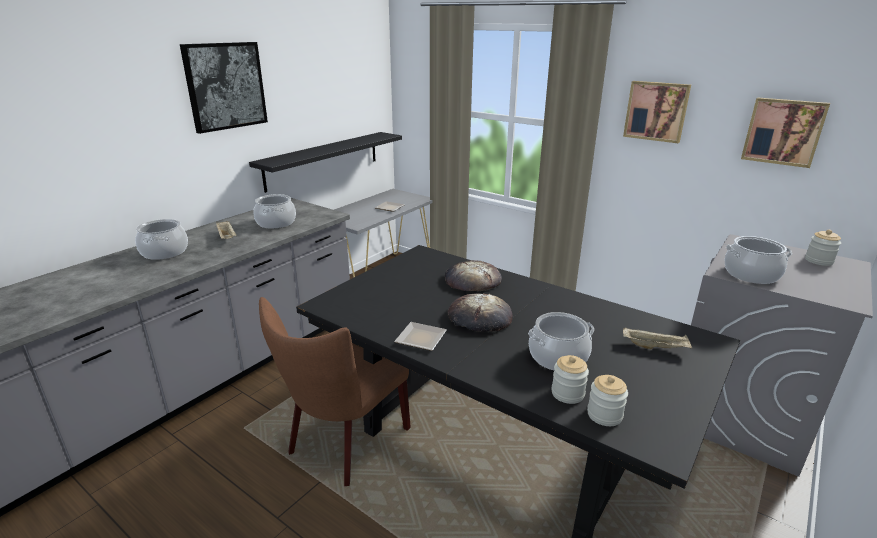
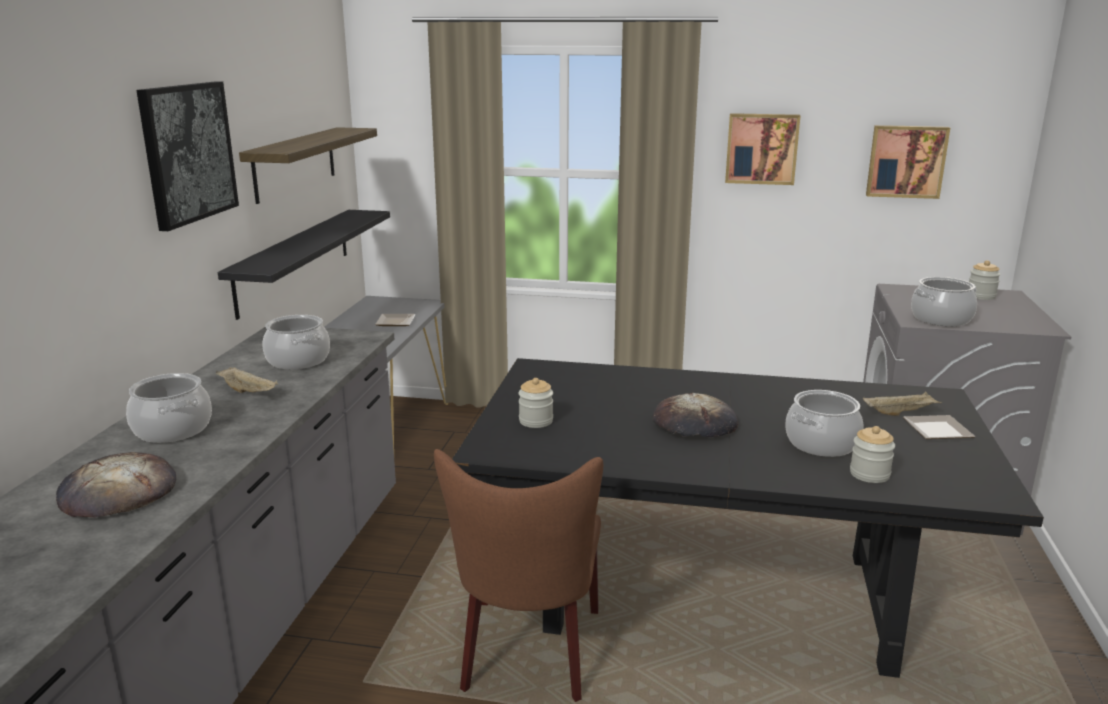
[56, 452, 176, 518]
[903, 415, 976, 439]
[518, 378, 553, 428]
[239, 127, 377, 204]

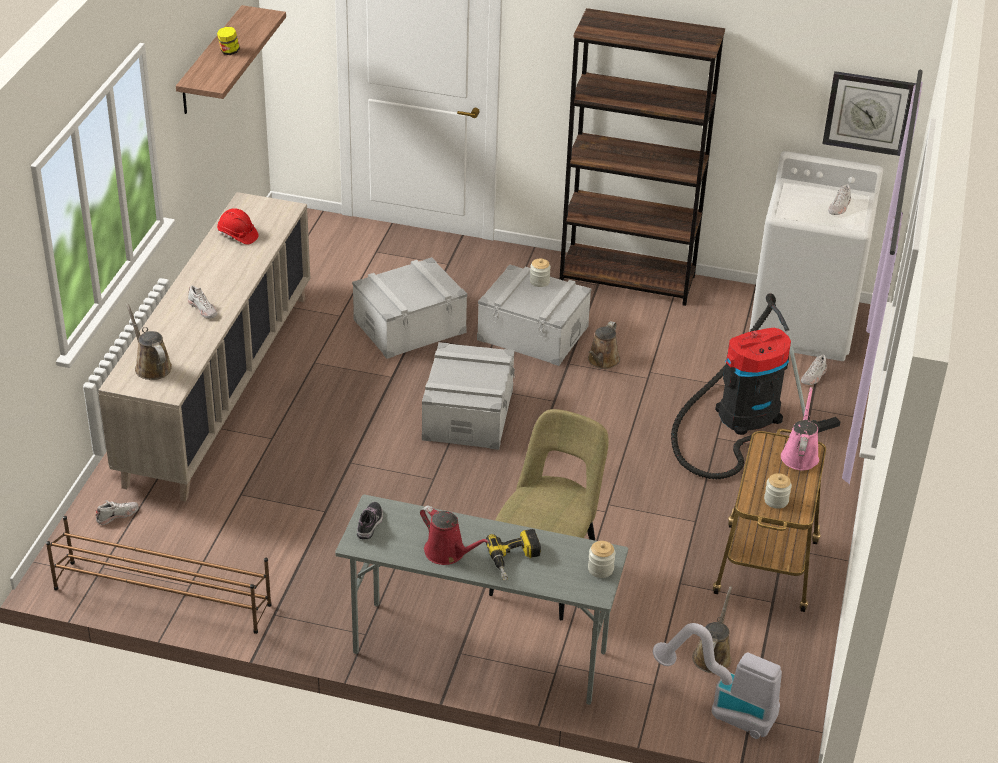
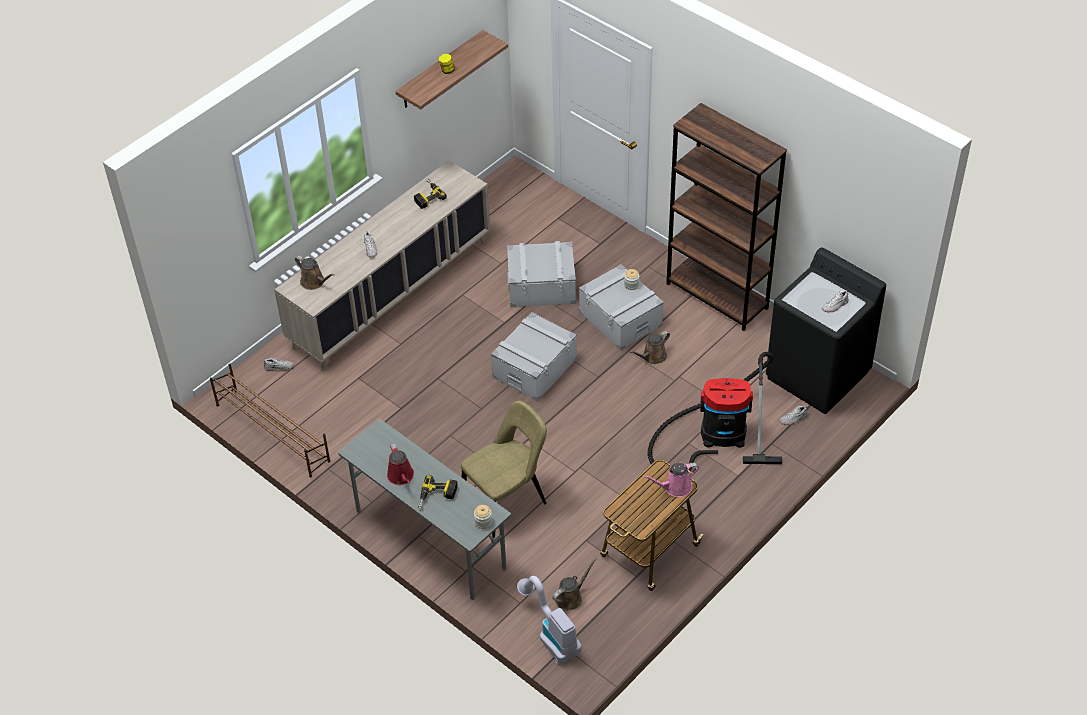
[822, 71, 916, 156] (first image)
[766, 247, 886, 414]
[414, 179, 447, 209]
[295, 256, 335, 290]
[642, 462, 699, 497]
[764, 473, 792, 509] (first image)
[357, 502, 383, 540] (first image)

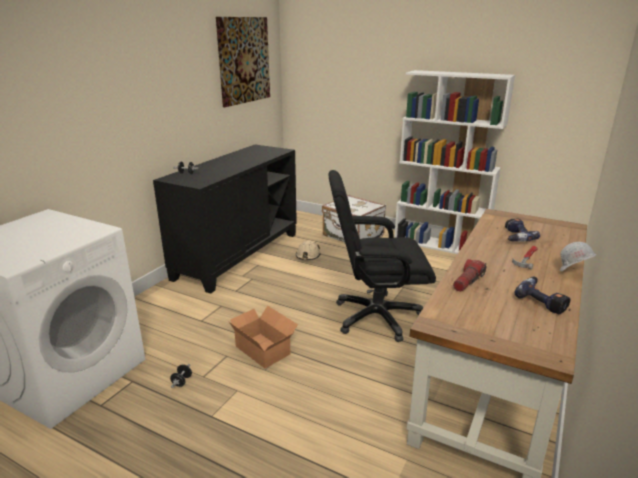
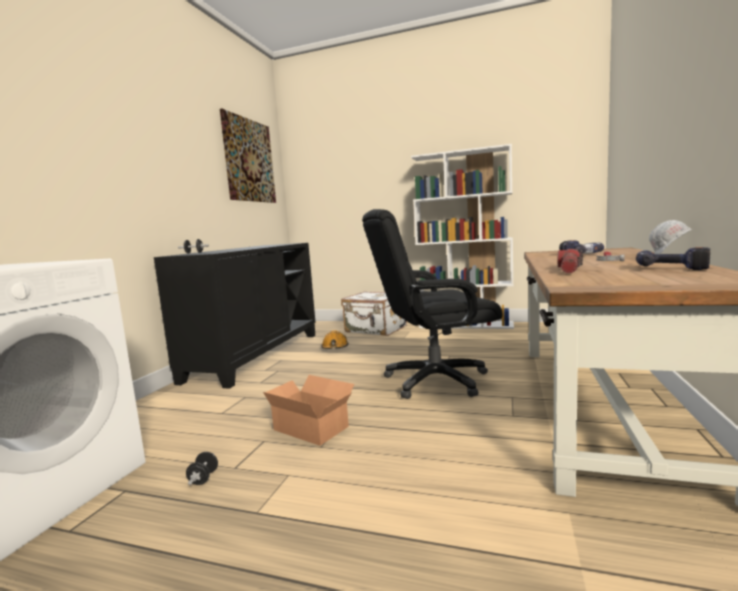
[321, 330, 348, 349]

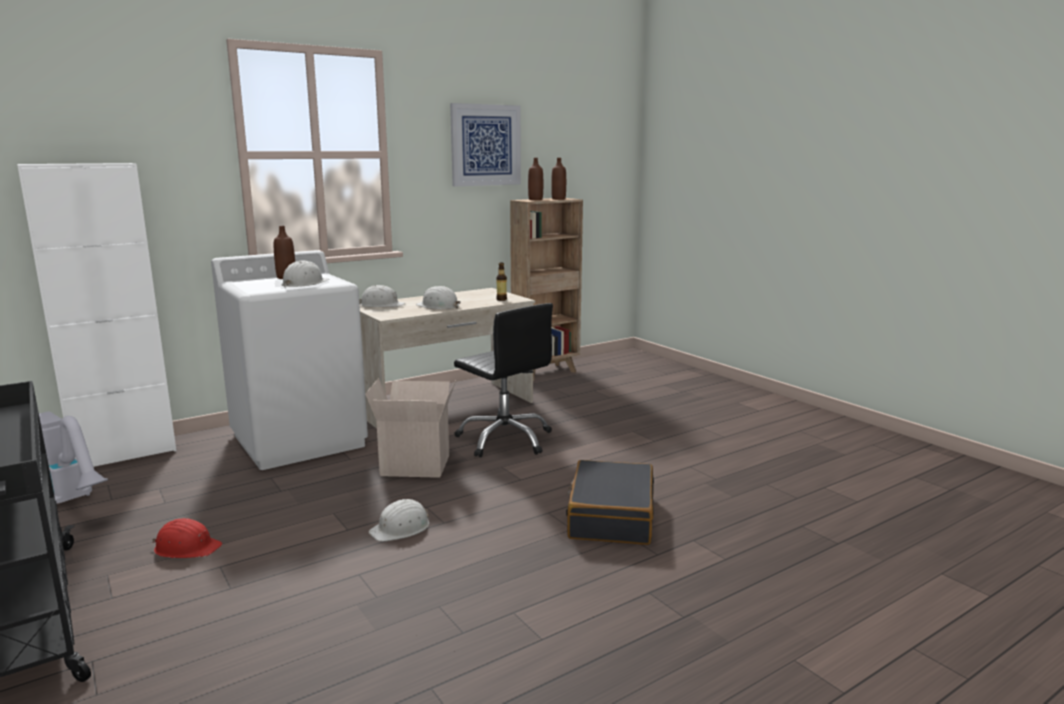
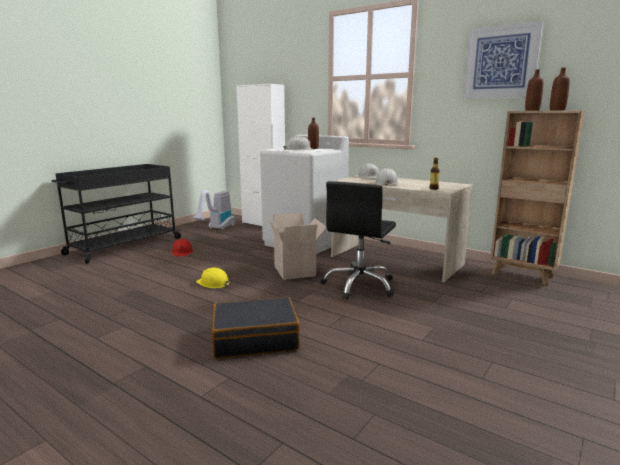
[196, 268, 230, 288]

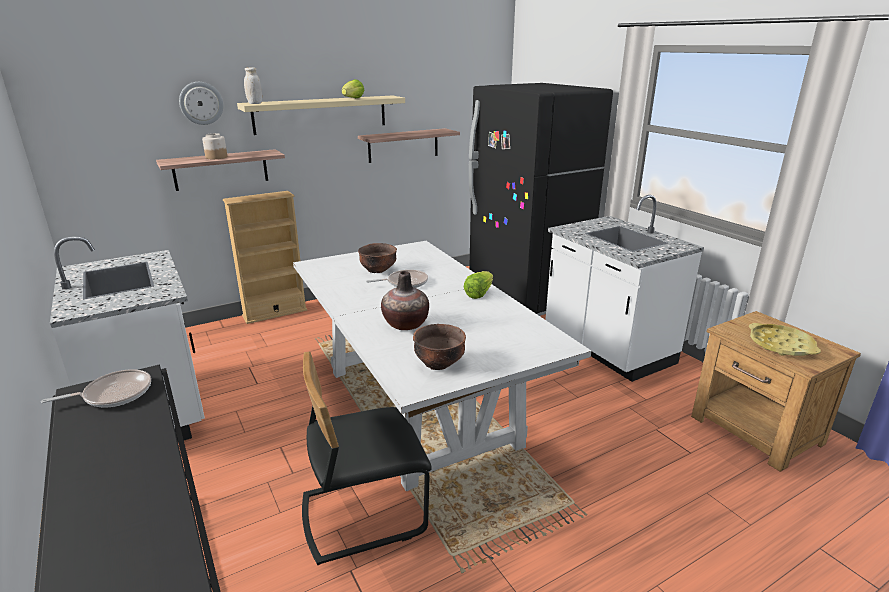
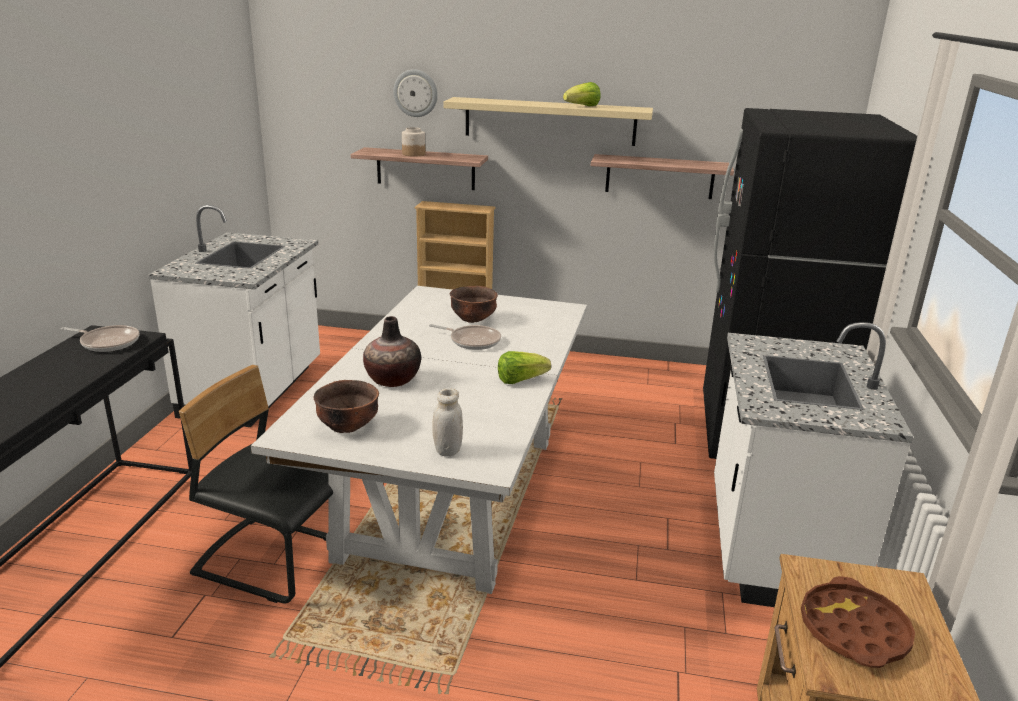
[432, 388, 463, 457]
[801, 576, 915, 668]

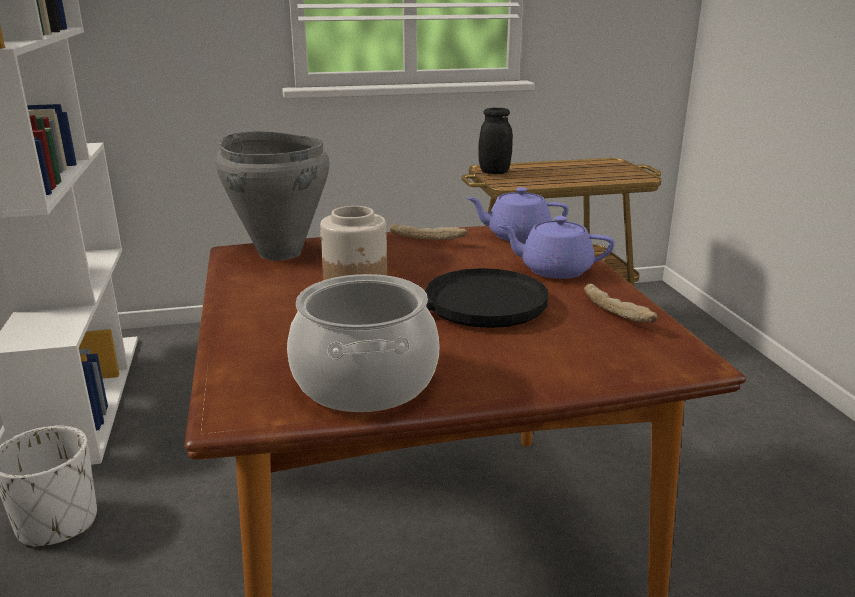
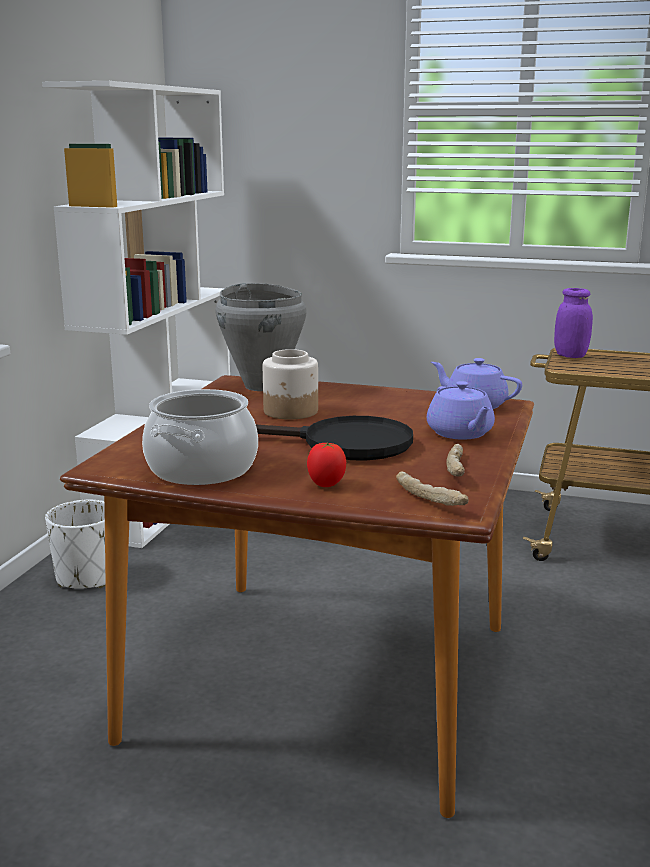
[554, 288, 593, 358]
[427, 381, 495, 440]
[396, 472, 469, 506]
[307, 442, 346, 487]

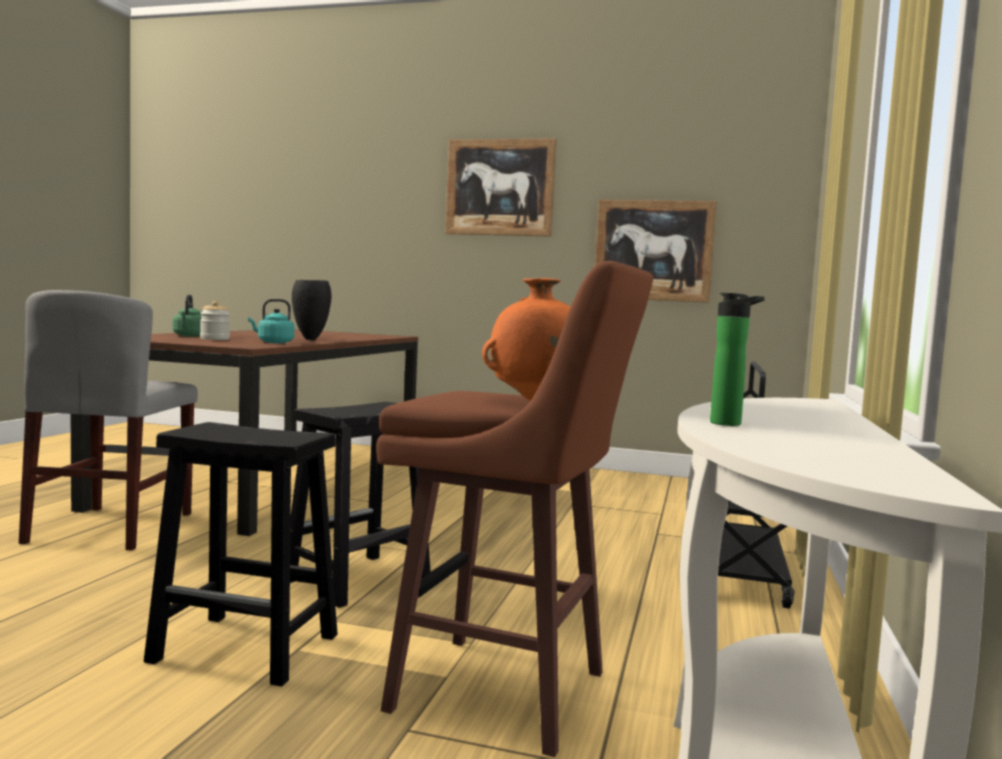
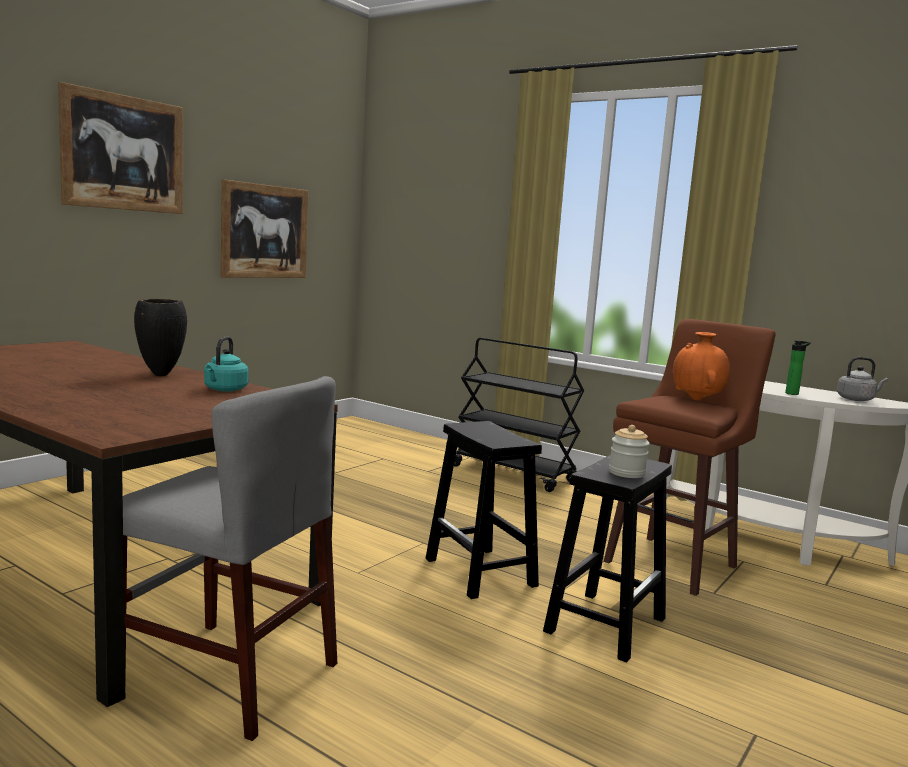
[173, 294, 202, 337] (first image)
[609, 425, 650, 478]
[837, 357, 888, 401]

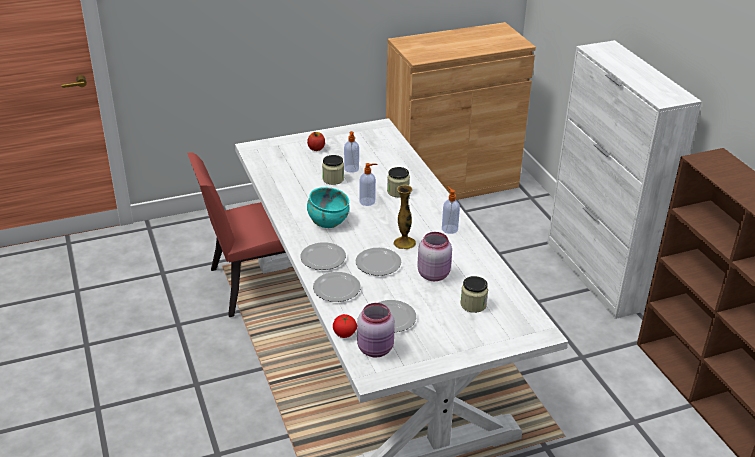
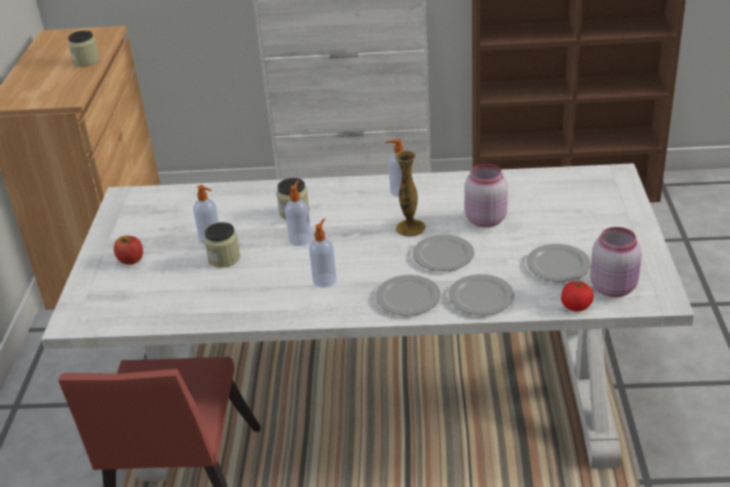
[309, 218, 337, 288]
[68, 30, 100, 67]

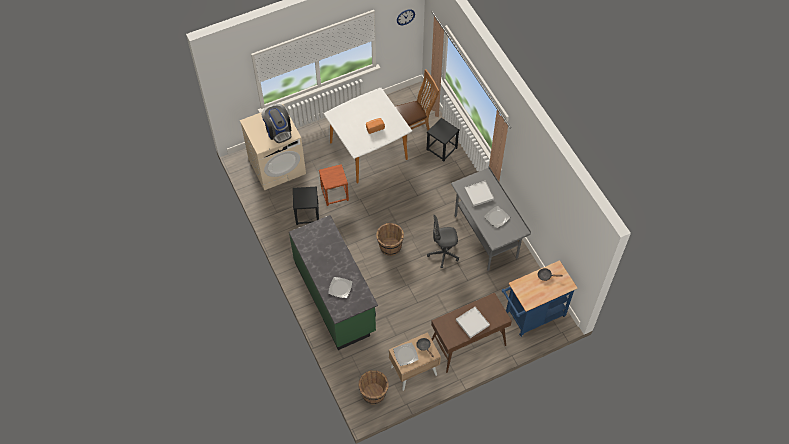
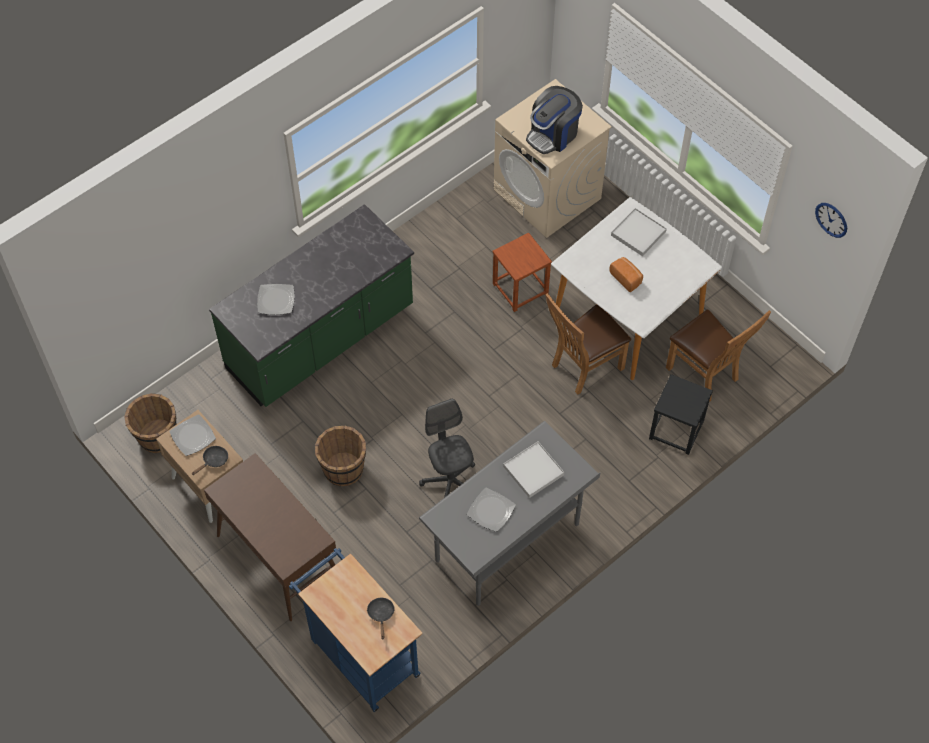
[293, 186, 319, 225] (first image)
[315, 425, 366, 486]
[611, 208, 667, 256]
[546, 293, 631, 394]

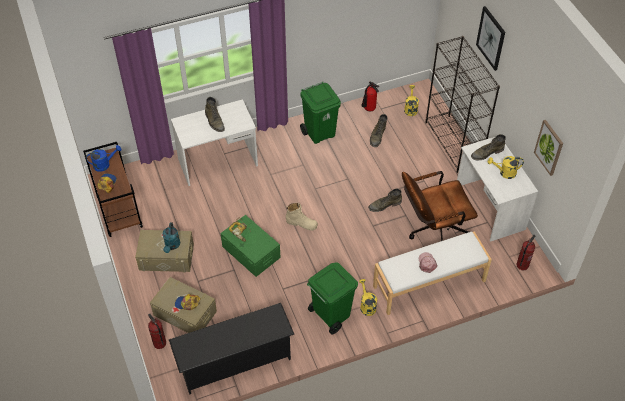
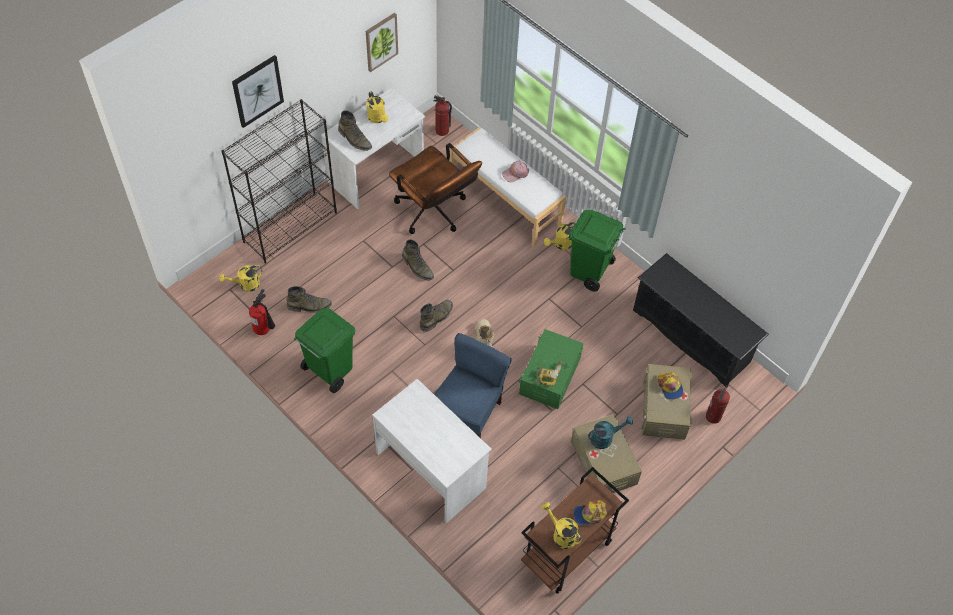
[420, 300, 453, 332]
[541, 502, 581, 549]
[434, 333, 512, 438]

